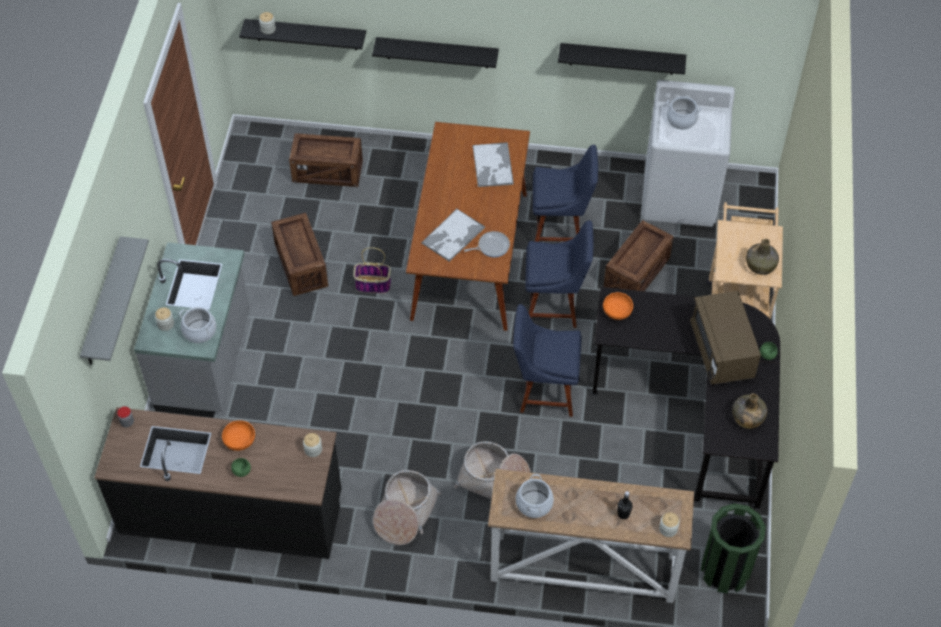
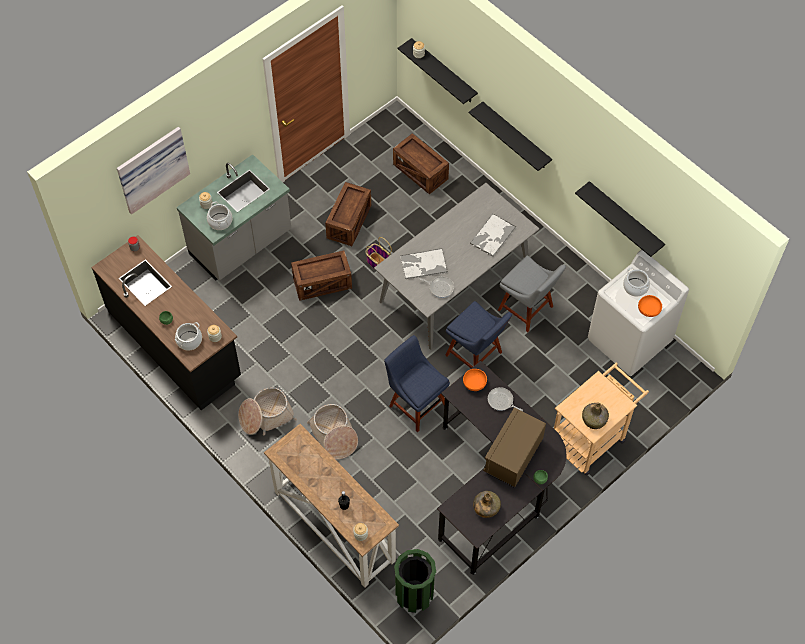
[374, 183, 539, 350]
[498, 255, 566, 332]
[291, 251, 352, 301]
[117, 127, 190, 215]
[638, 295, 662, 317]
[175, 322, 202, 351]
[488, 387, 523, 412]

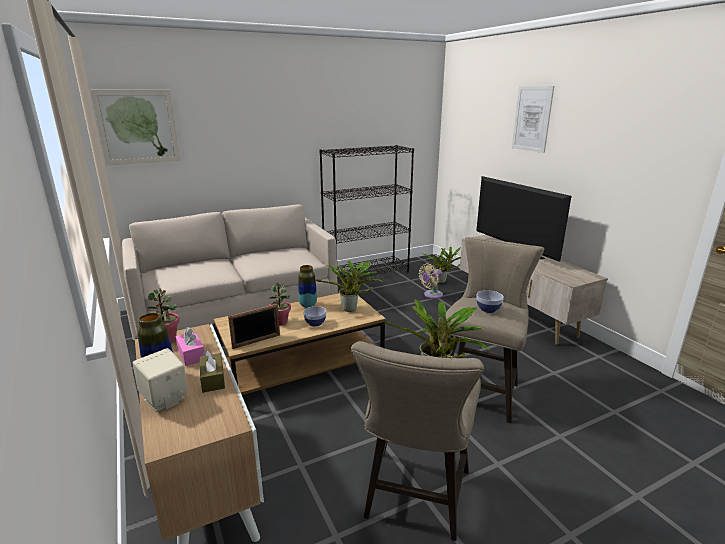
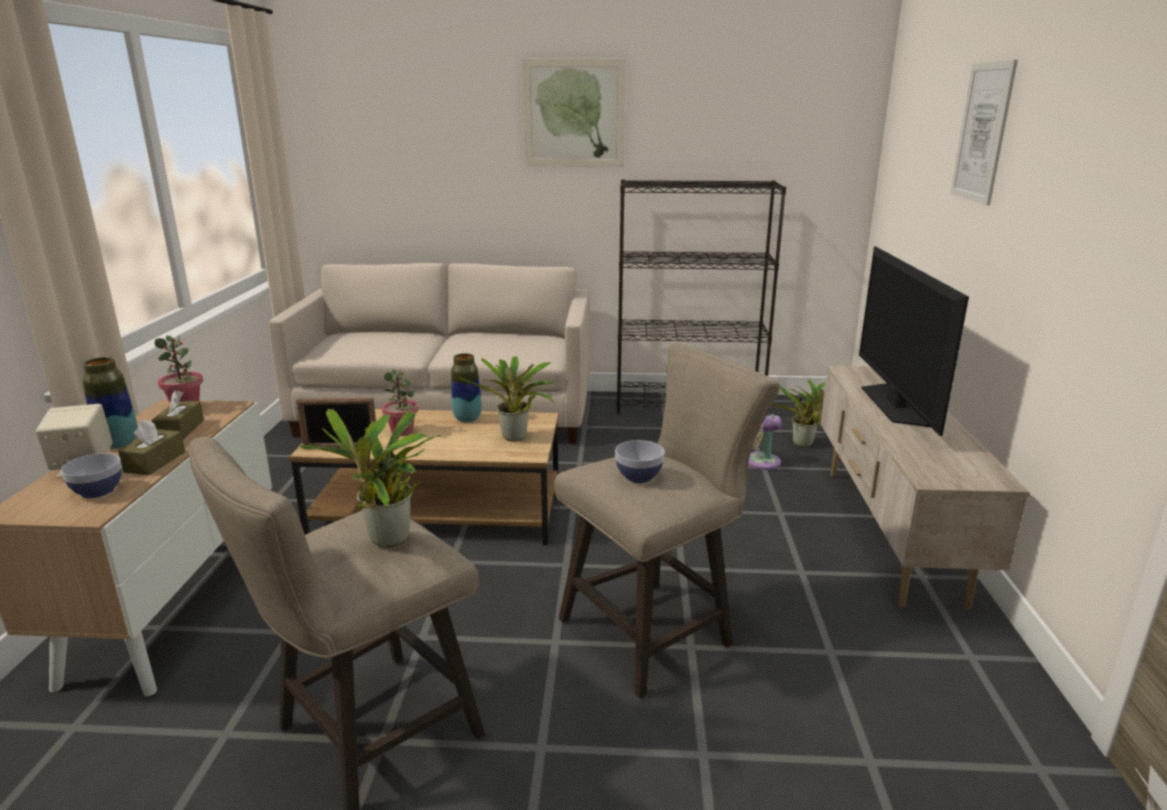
[523, 59, 625, 167]
[61, 453, 122, 498]
[151, 390, 204, 439]

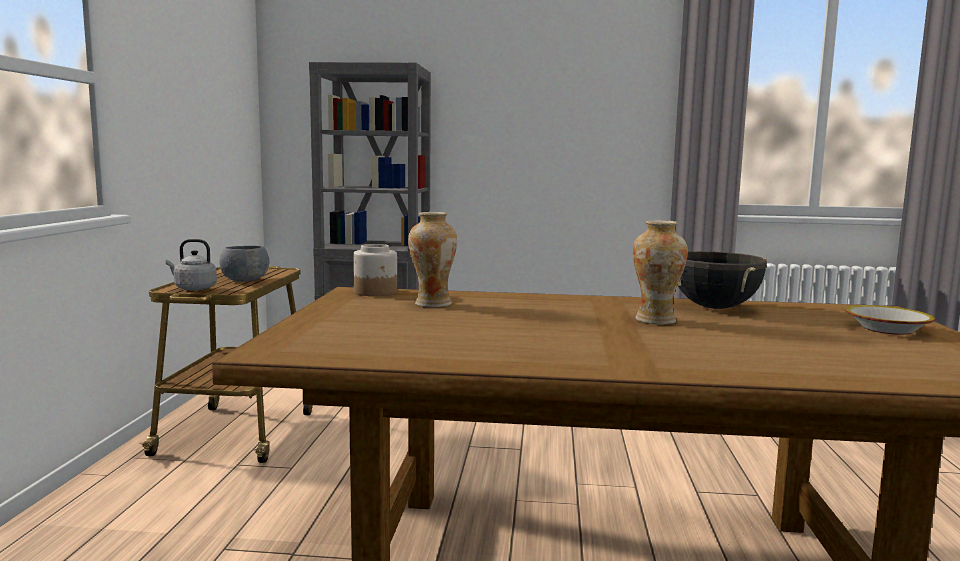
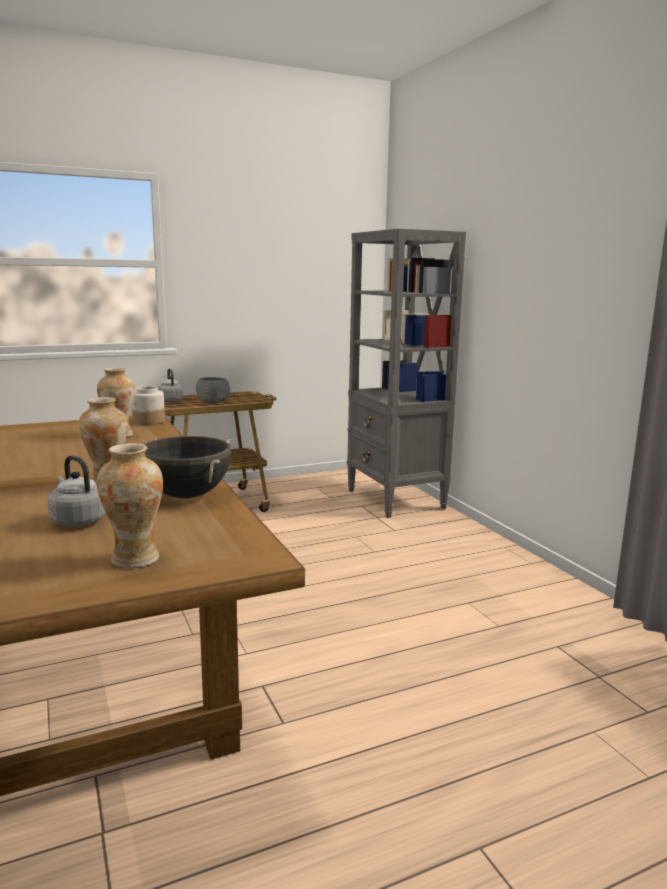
[97, 443, 163, 568]
[47, 455, 106, 527]

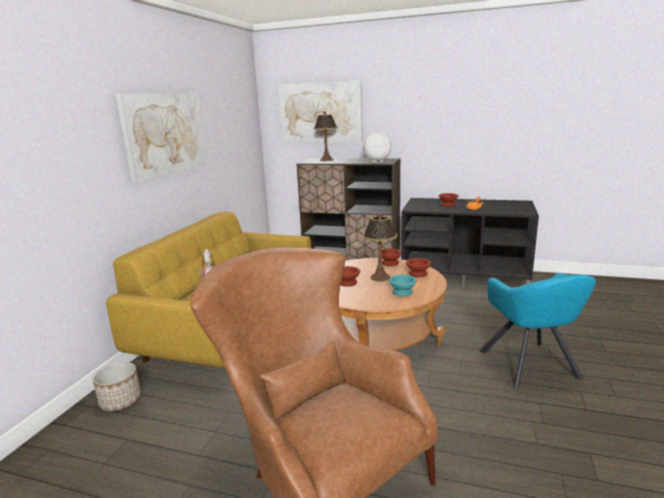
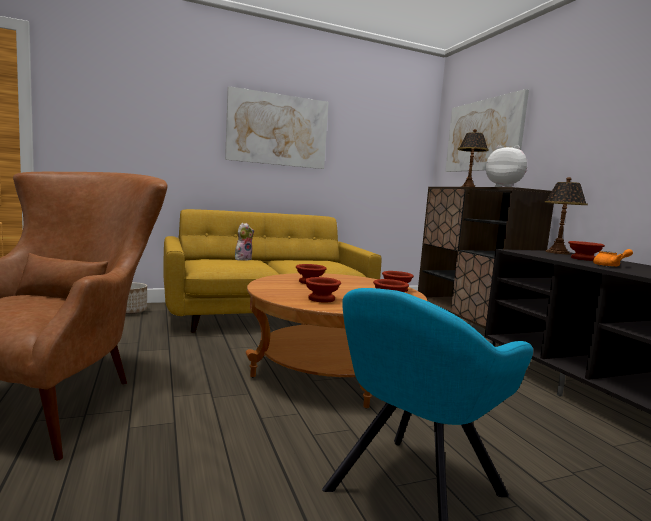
[544, 177, 588, 254]
[305, 277, 341, 302]

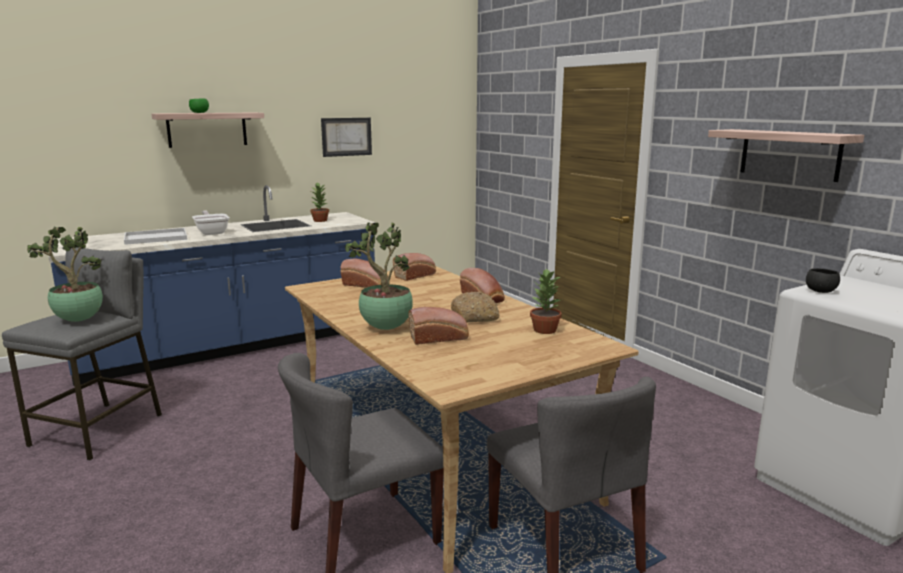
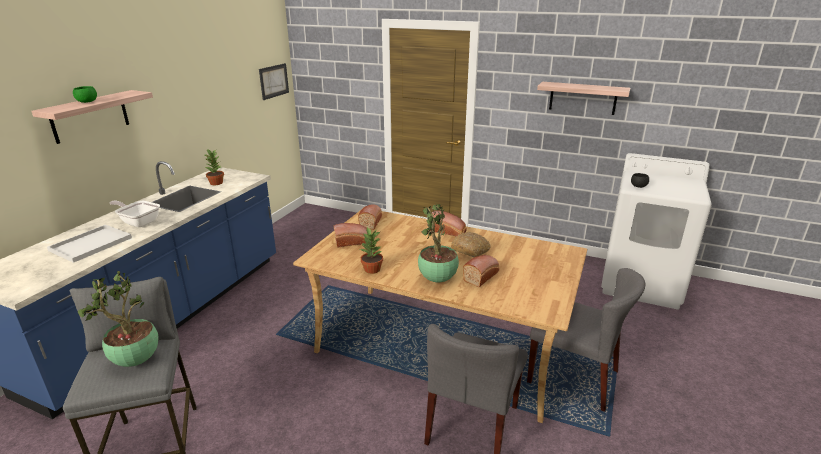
[259, 63, 289, 100]
[360, 227, 383, 274]

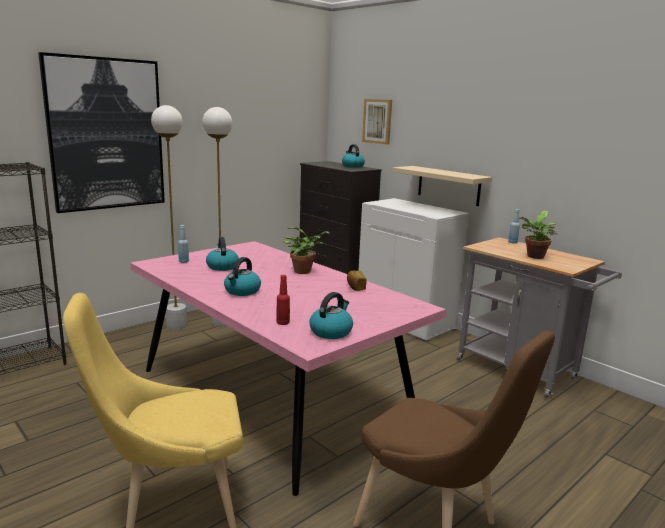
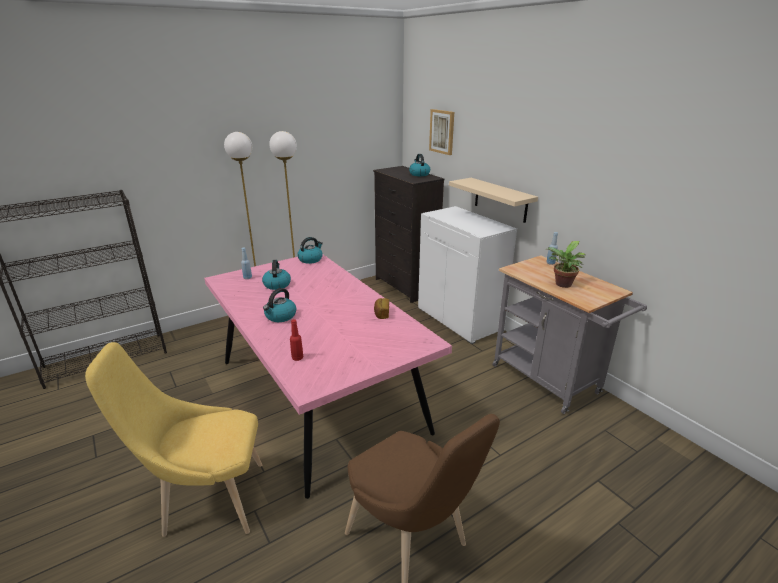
[38, 52, 165, 213] (first image)
[283, 227, 330, 274] (first image)
[297, 237, 323, 264]

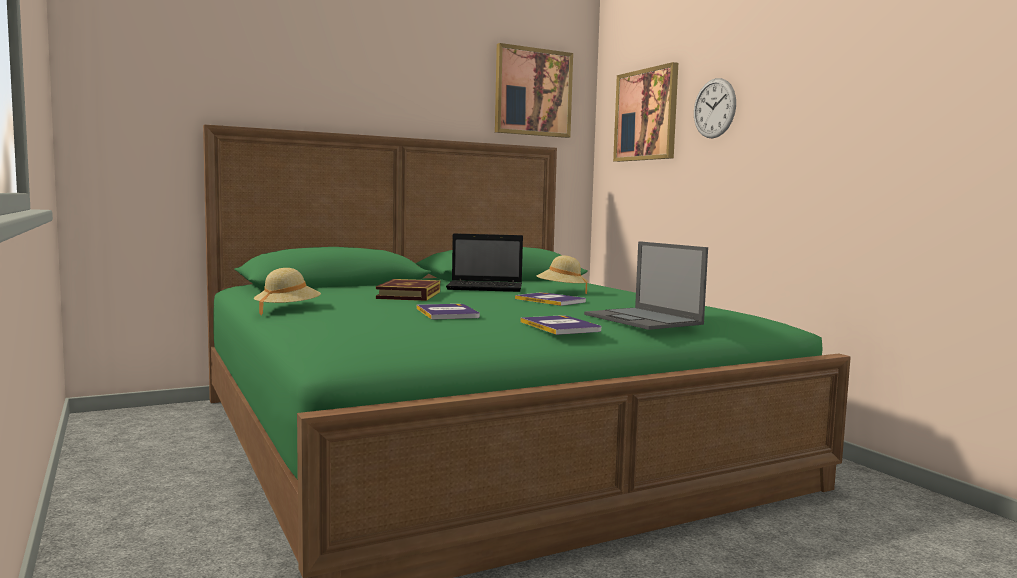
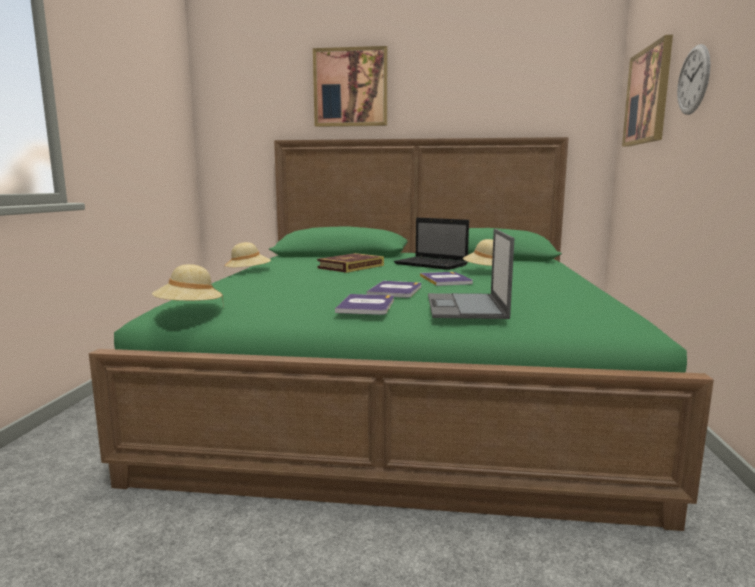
[313, 46, 387, 127]
[367, 281, 421, 298]
[152, 264, 223, 301]

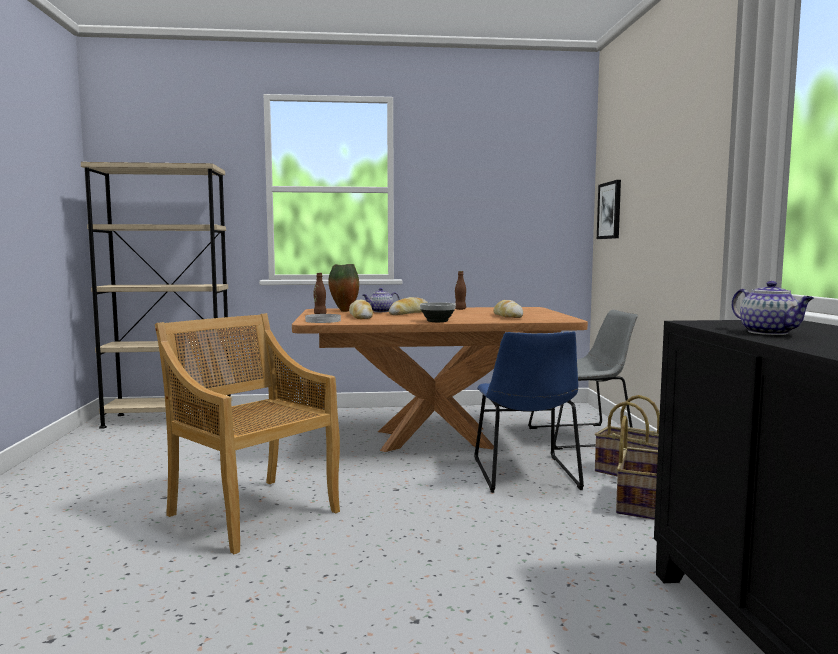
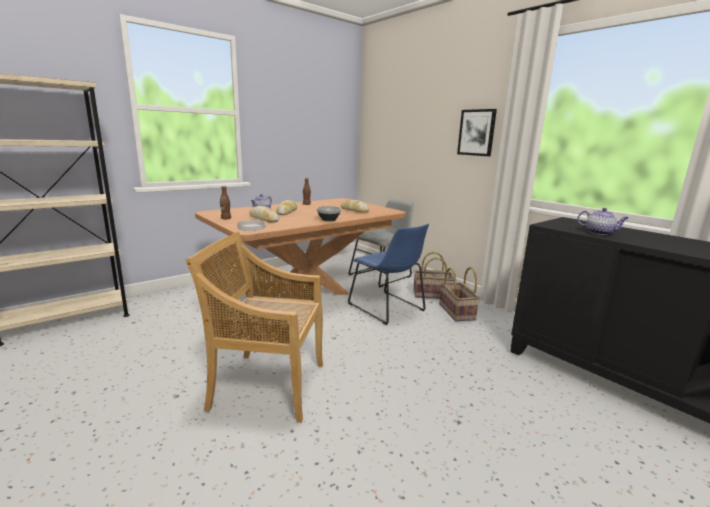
[457, 109, 497, 156]
[329, 264, 359, 312] (first image)

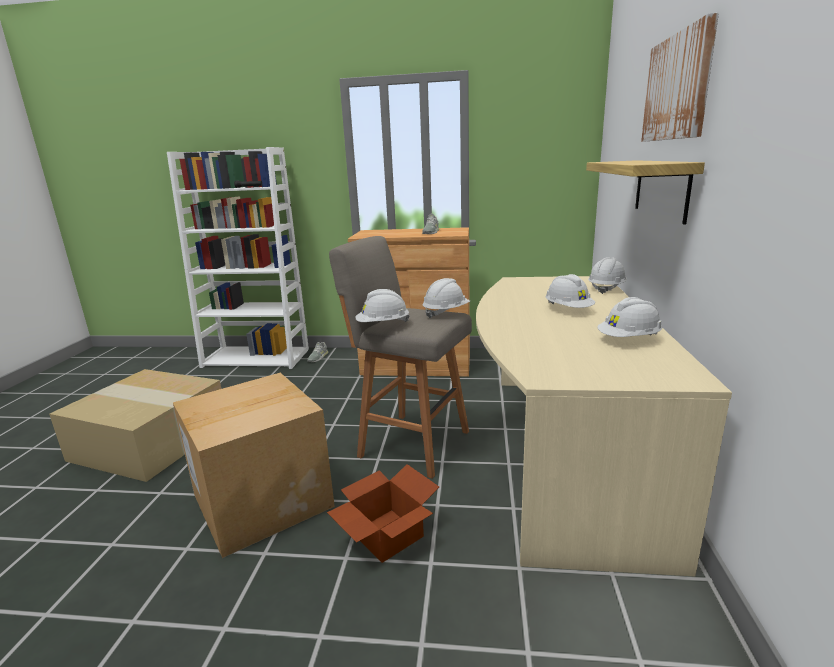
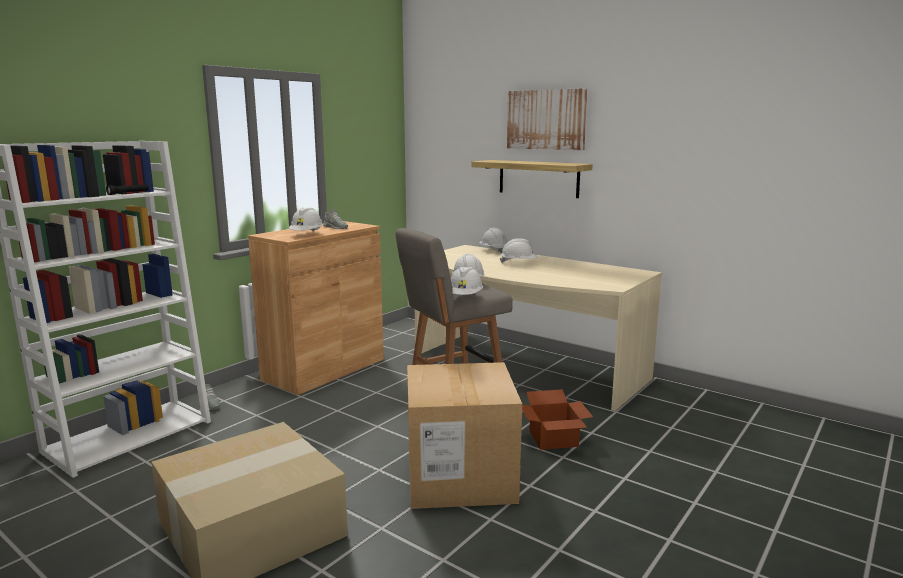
[289, 208, 323, 232]

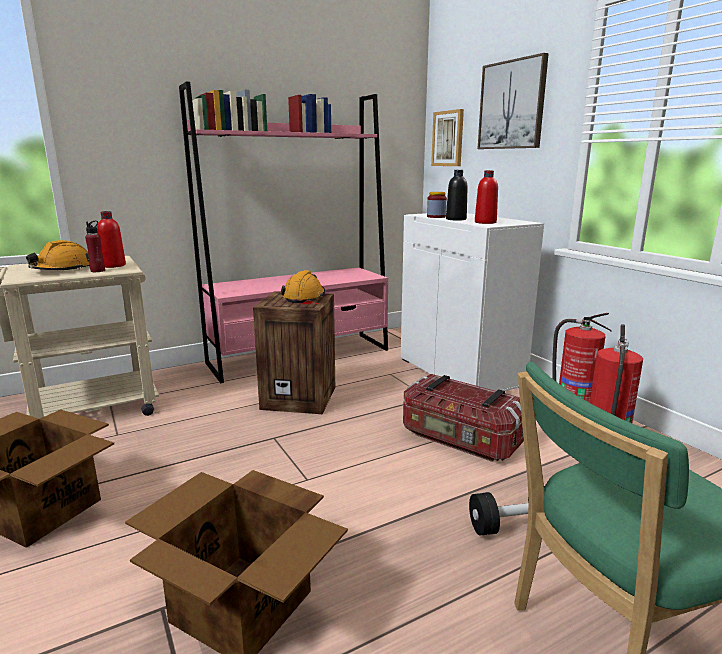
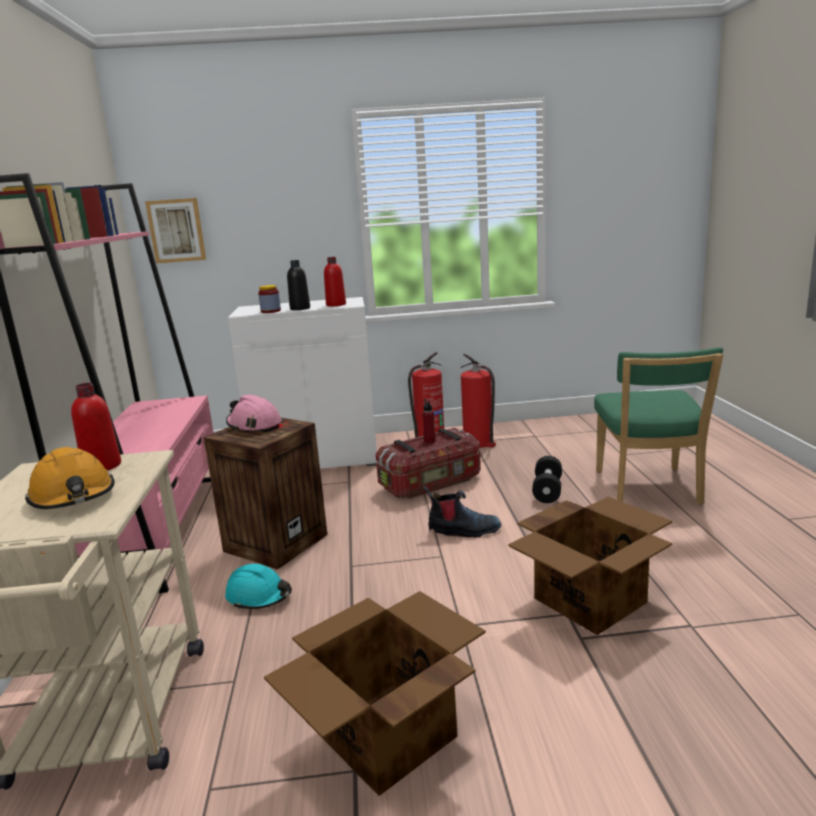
[478, 53, 549, 149] (first image)
[422, 399, 436, 443]
[226, 394, 282, 433]
[423, 485, 501, 537]
[225, 564, 292, 610]

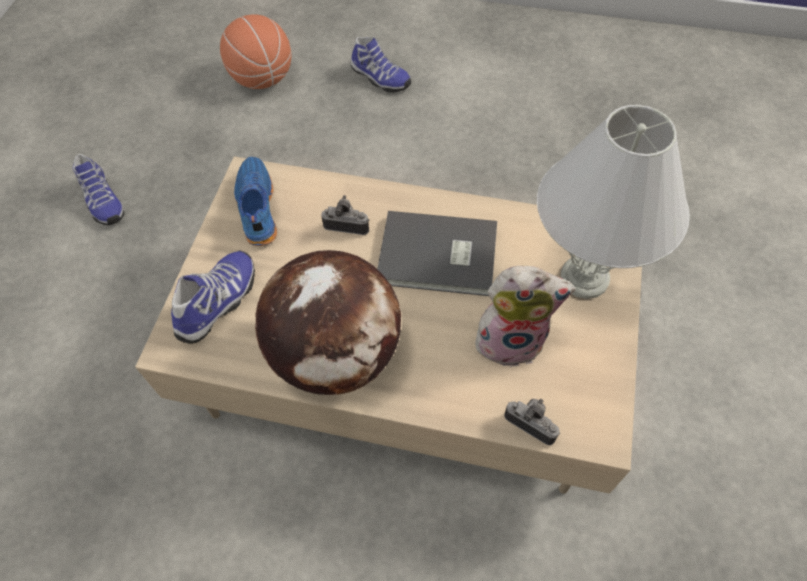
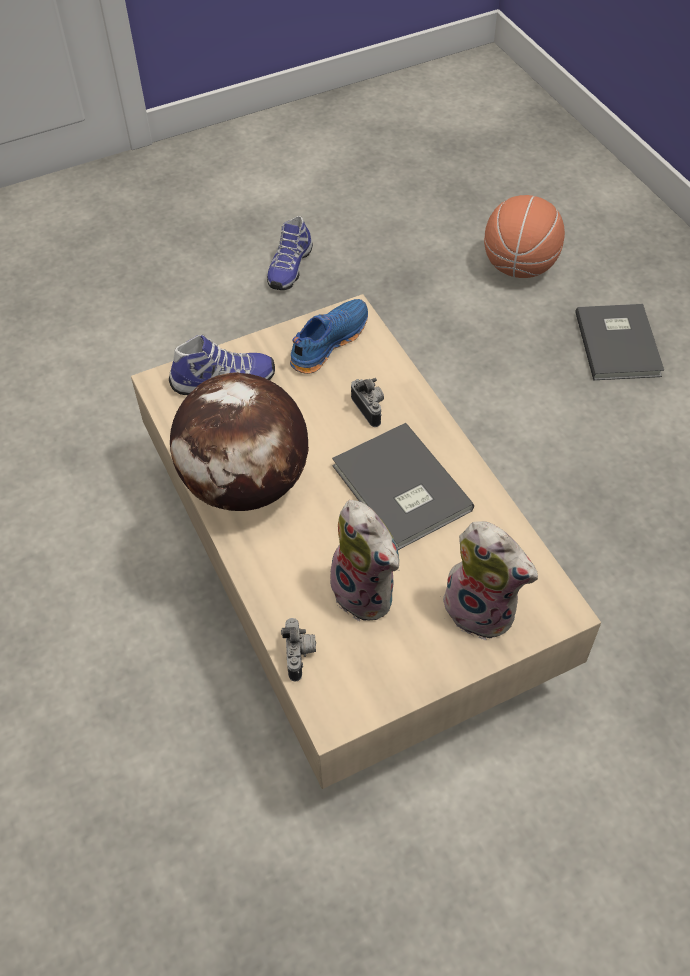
[575, 304, 664, 380]
[437, 521, 538, 641]

